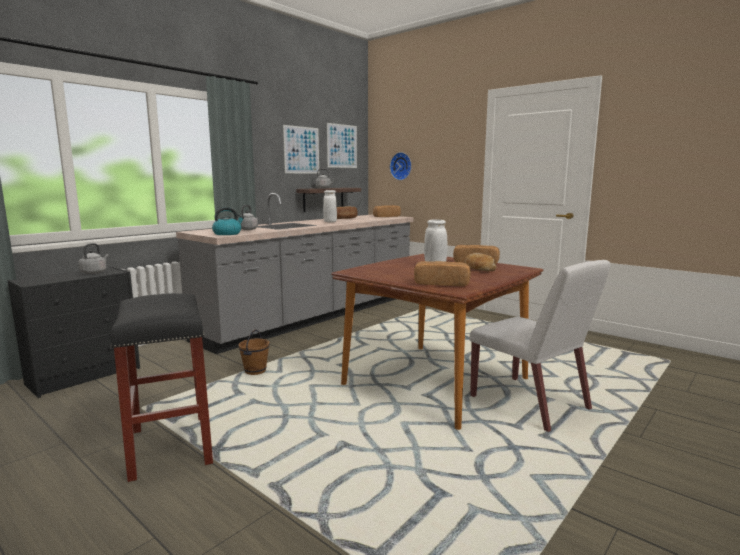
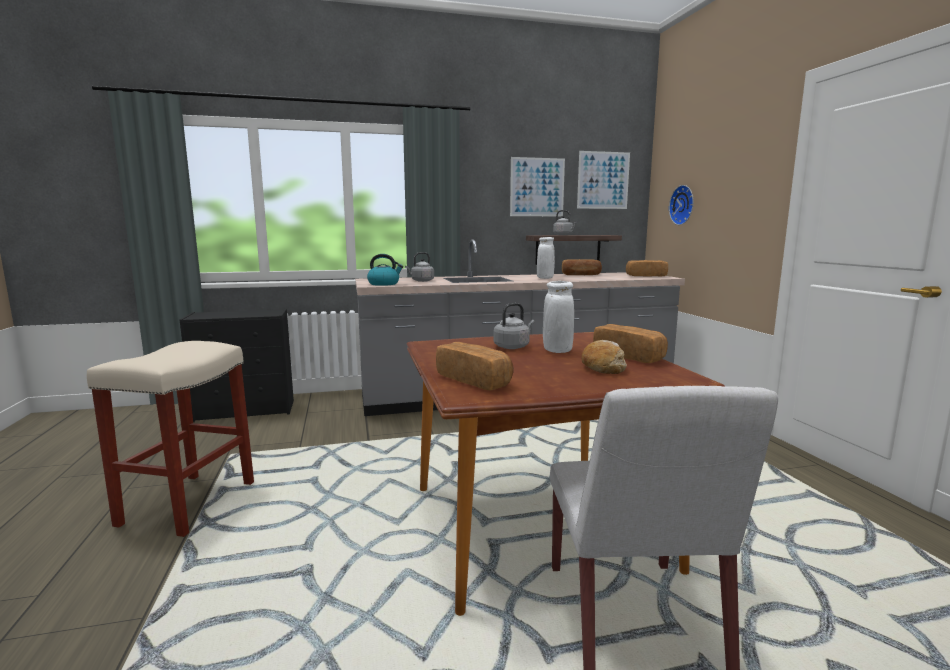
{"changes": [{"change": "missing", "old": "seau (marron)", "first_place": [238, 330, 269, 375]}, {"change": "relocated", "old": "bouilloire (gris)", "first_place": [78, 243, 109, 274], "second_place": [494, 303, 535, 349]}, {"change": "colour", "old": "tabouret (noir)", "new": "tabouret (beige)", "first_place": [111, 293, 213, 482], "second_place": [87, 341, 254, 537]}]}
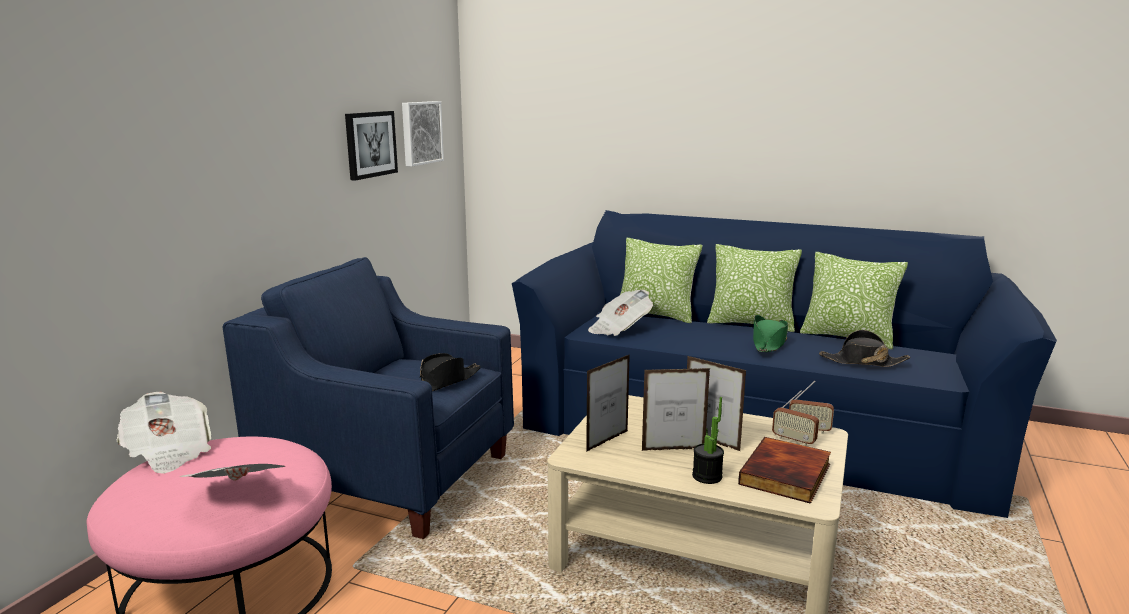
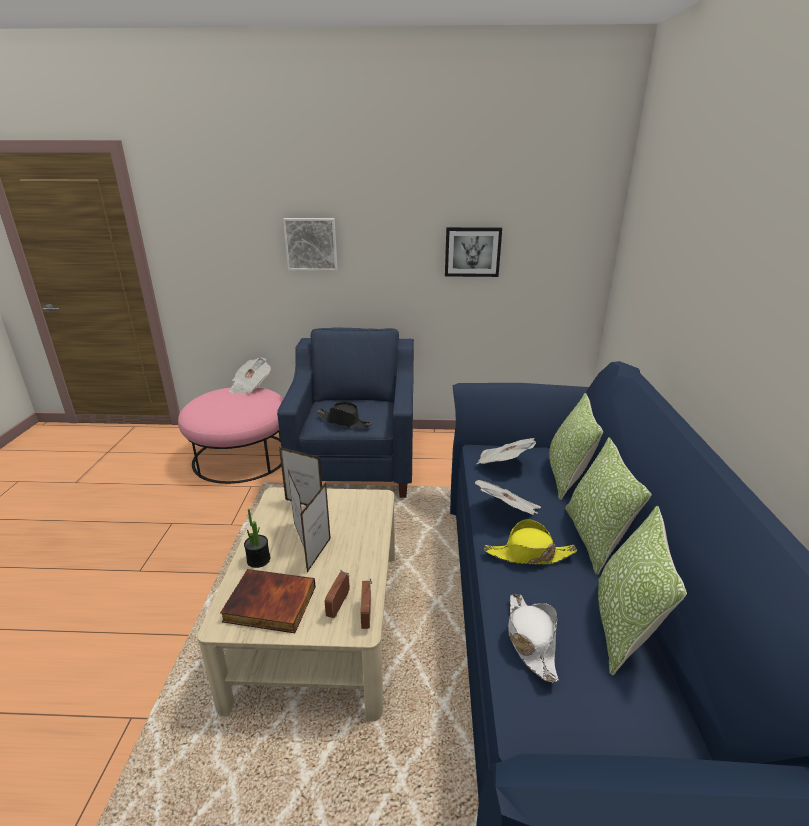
{"changes": [{"change": "relocated", "old": "journal", "first_place": [180, 464, 286, 481], "second_place": [475, 480, 541, 515]}, {"change": "relocated", "old": "tableau", "first_place": [402, 101, 444, 167], "second_place": [283, 218, 338, 271]}, {"change": "colour", "old": "chapeau (vert)", "new": "chapeau (jaune)", "first_place": [753, 315, 788, 352], "second_place": [484, 519, 577, 564]}, {"change": "colour", "old": "chapeau (noir)", "new": "chapeau (blanc)", "first_place": [819, 330, 910, 367], "second_place": [508, 594, 559, 682]}]}
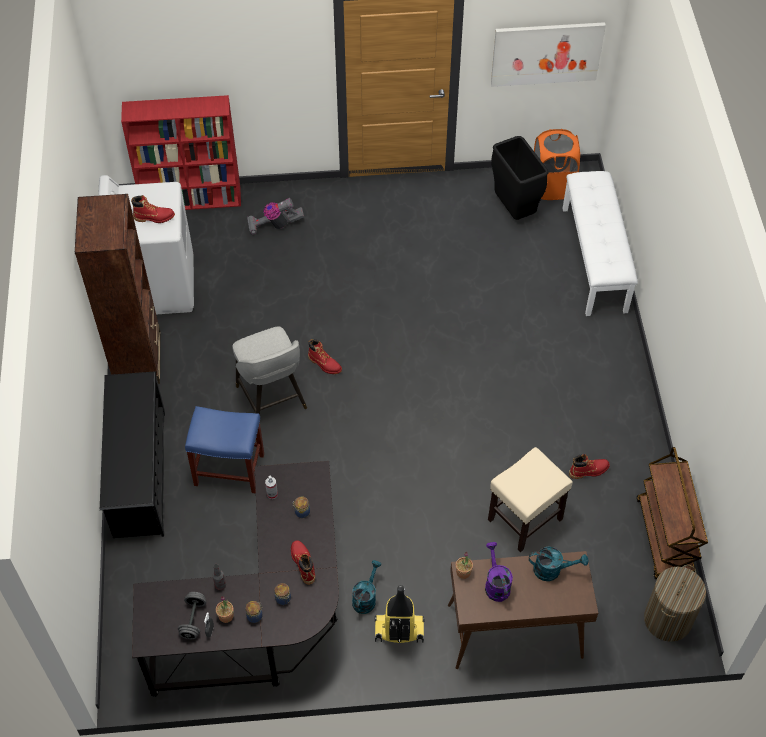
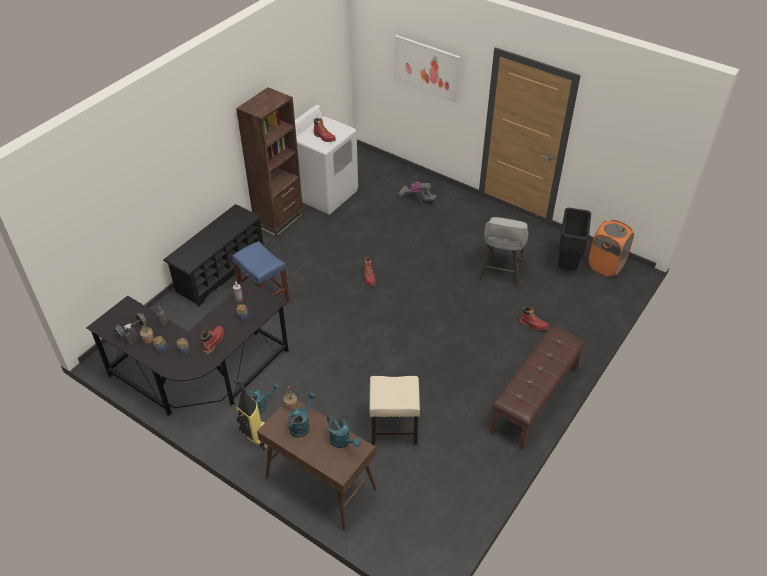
{"changes": [{"change": "missing", "old": "bibliothèque (rouge)", "first_place": [121, 95, 241, 210]}, {"change": "missing", "old": "banc (blanc)", "first_place": [563, 171, 638, 316]}, {"change": "missing", "old": "chariot (marron)", "first_place": [637, 447, 708, 579]}, {"change": "missing", "old": "panier à linge", "first_place": [644, 565, 706, 642]}, {"change": "appeared", "new": "banc (marron)", "second_place": [490, 326, 586, 450]}, {"change": "relocated", "old": "tabouret (gris)", "first_place": [232, 327, 307, 415], "second_place": [479, 217, 528, 287]}, {"change": "relocated", "old": "tableau", "first_place": [491, 22, 606, 87], "second_place": [394, 35, 461, 103]}, {"change": "relocated", "old": "botte (rouge)", "first_place": [569, 454, 610, 479], "second_place": [519, 306, 549, 331]}, {"change": "colour", "old": "arrosoir (violet)", "new": "arrosoir (turquoise)", "first_place": [485, 542, 513, 602], "second_place": [288, 393, 316, 438]}]}
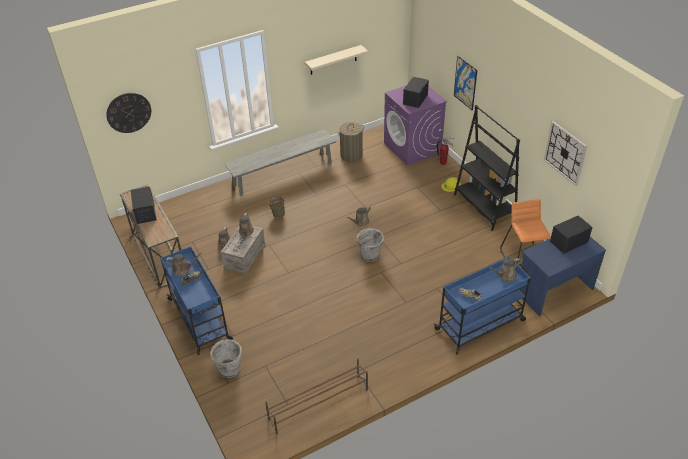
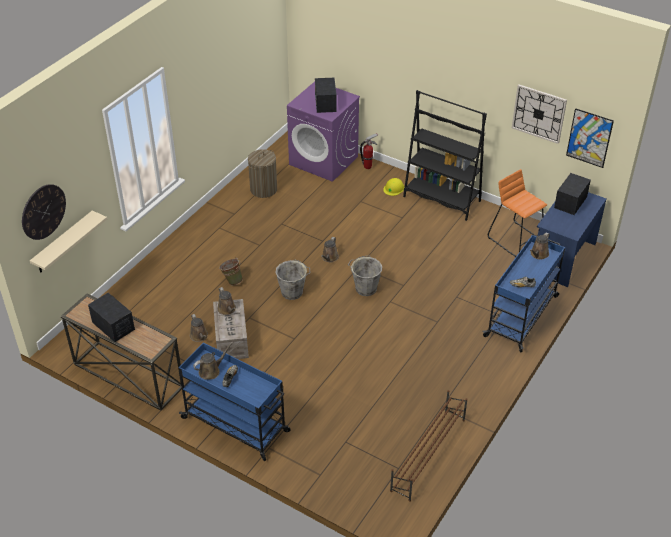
{"changes": [{"change": "missing", "old": "banc (gris)", "first_place": [224, 129, 336, 196]}, {"change": "relocated", "old": "seau (gris)", "first_place": [210, 339, 244, 378], "second_place": [276, 260, 311, 300]}, {"change": "relocated", "old": "étagère (beige)", "first_place": [305, 45, 368, 75], "second_place": [30, 210, 107, 273]}, {"change": "relocated", "old": "tableau", "first_place": [454, 56, 477, 110], "second_place": [566, 108, 614, 168]}]}
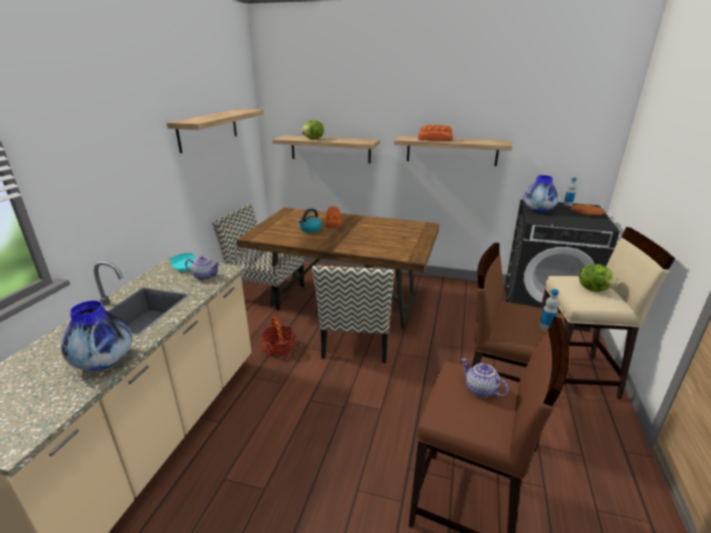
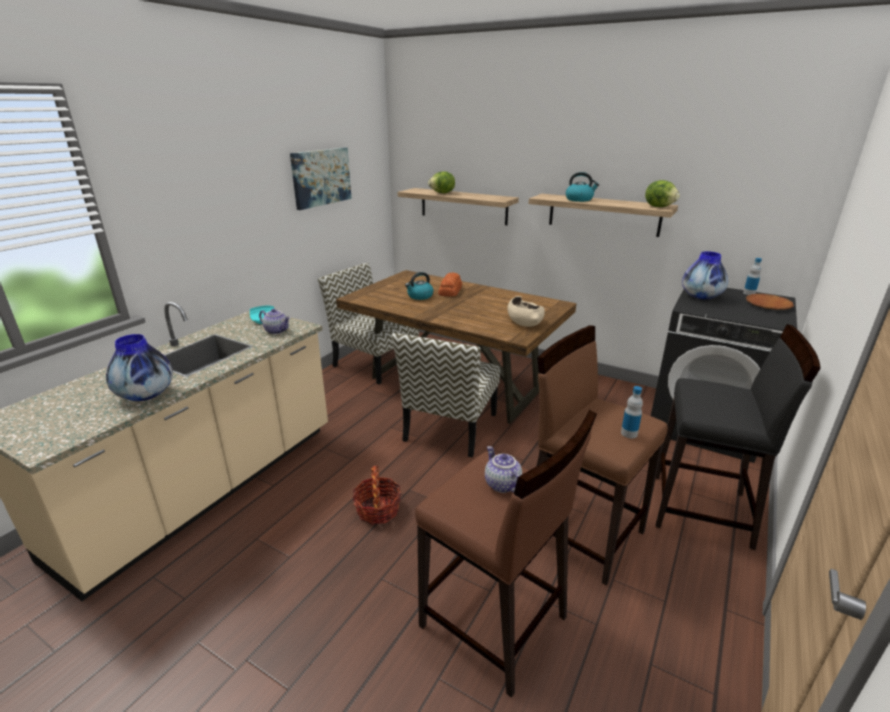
{"changes": [{"change": "appeared", "new": "bol (beige)", "second_place": [507, 296, 545, 327]}, {"change": "relocated", "old": "panier", "first_place": [260, 316, 295, 357], "second_place": [353, 465, 401, 524]}, {"change": "relocated", "old": "laitue", "first_place": [579, 264, 619, 292], "second_place": [645, 180, 680, 207]}, {"change": "exchanged", "old": "étagère", "new": "tableau", "first_place": [167, 109, 264, 153], "second_place": [290, 148, 352, 210]}, {"change": "exchanged", "old": "pain", "new": "bouilloire", "first_place": [418, 125, 453, 141], "second_place": [566, 172, 599, 202]}, {"change": "colour", "old": "tabouret (beige)", "new": "tabouret (noir)", "first_place": [541, 227, 675, 400], "second_place": [656, 324, 821, 550]}]}
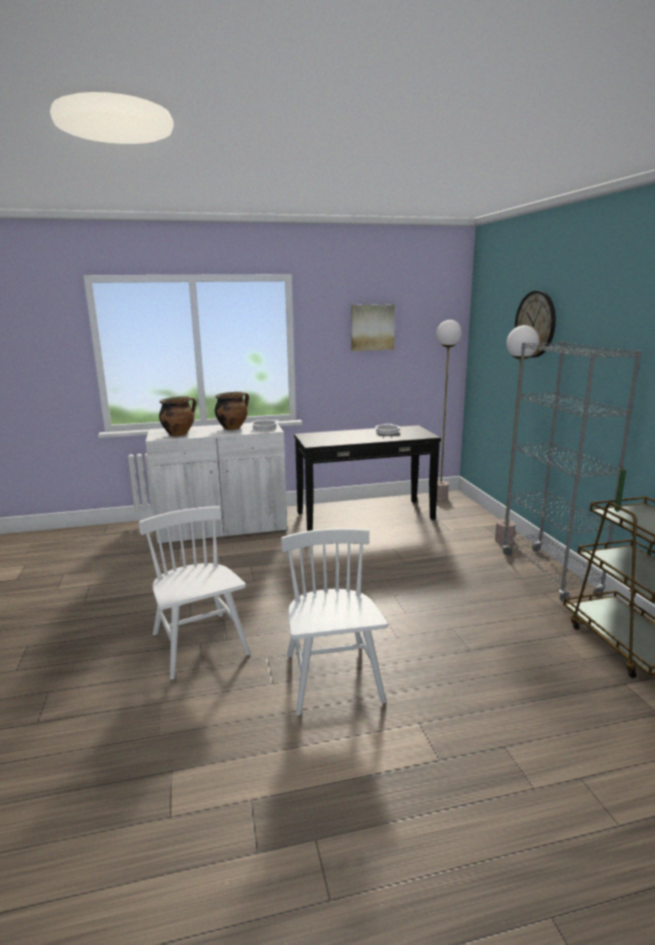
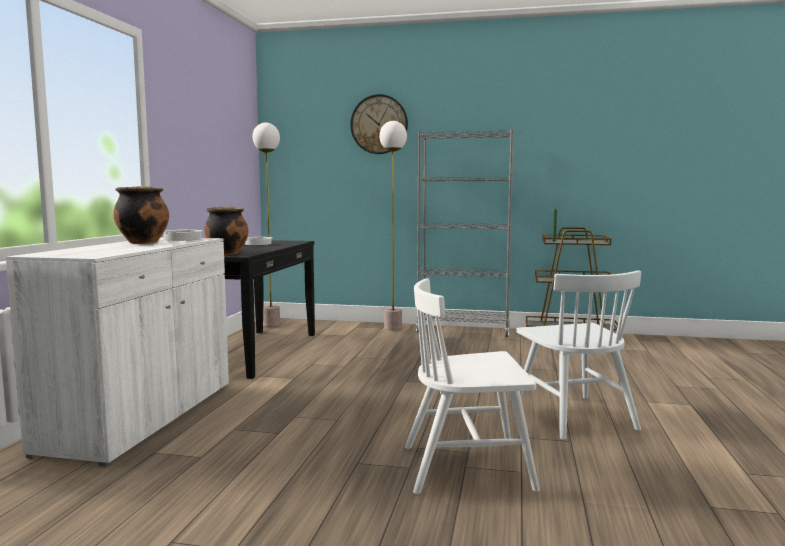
{"changes": [{"change": "missing", "old": "tableau", "first_place": [351, 304, 395, 351]}, {"change": "relocated", "old": "marmite", "first_place": [159, 397, 196, 436], "second_place": [204, 206, 248, 255]}, {"change": "spun", "old": "chaise (blanc)", "first_place": [281, 528, 388, 716], "second_place": [516, 270, 641, 440], "degrees": -120}]}
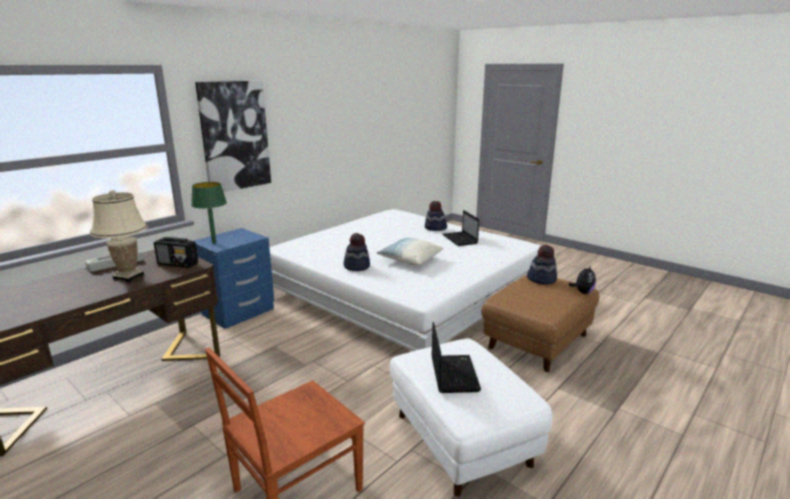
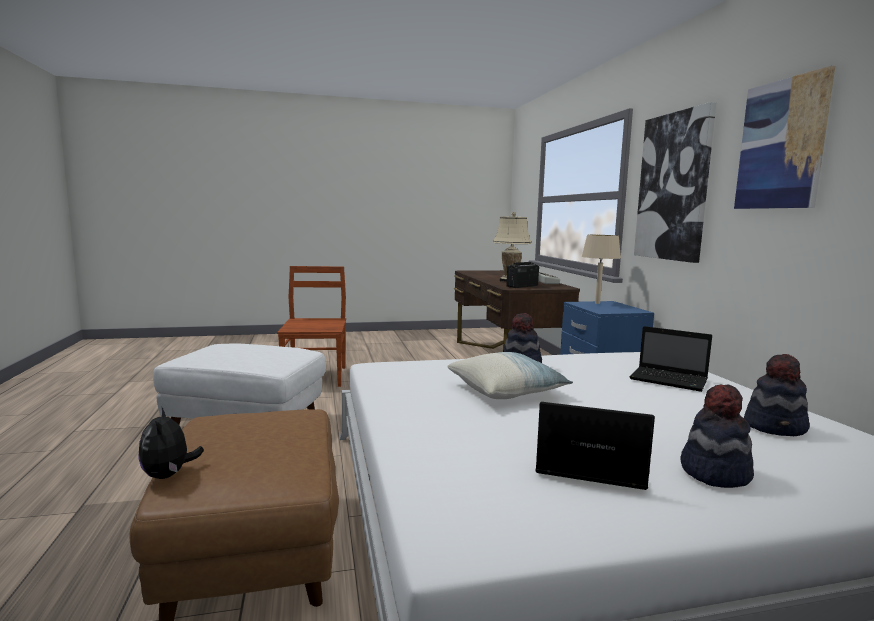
{"changes": [{"change": "appeared", "new": "tableau", "second_place": [734, 66, 835, 209]}, {"change": "relocated", "old": "ordinateur portable", "first_place": [432, 322, 481, 393], "second_place": [630, 326, 712, 392]}, {"change": "relocated", "old": "chapeau", "first_place": [527, 245, 557, 285], "second_place": [744, 354, 810, 436]}, {"change": "colour", "old": "lampe de table (vert)", "new": "lampe de table (beige)", "first_place": [191, 182, 227, 244], "second_place": [582, 235, 621, 304]}]}
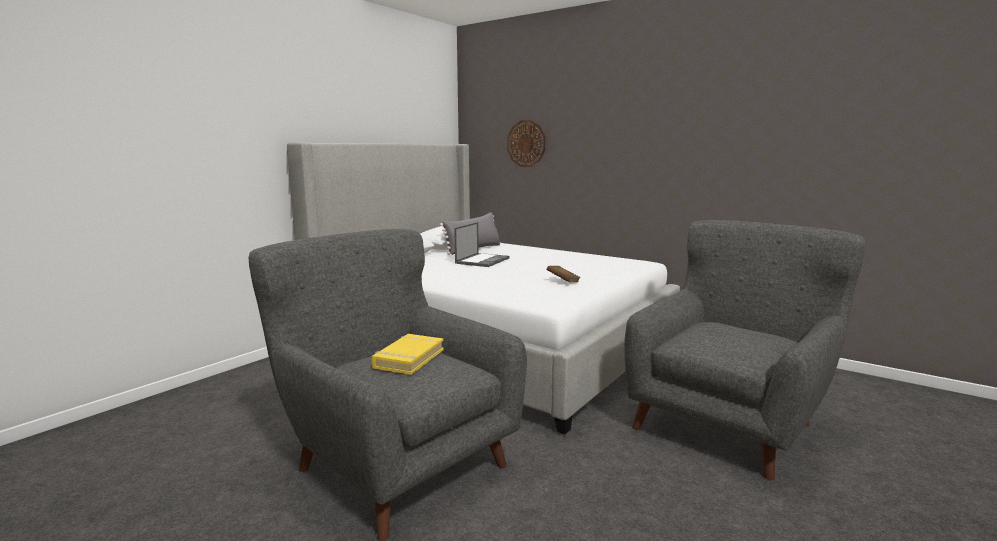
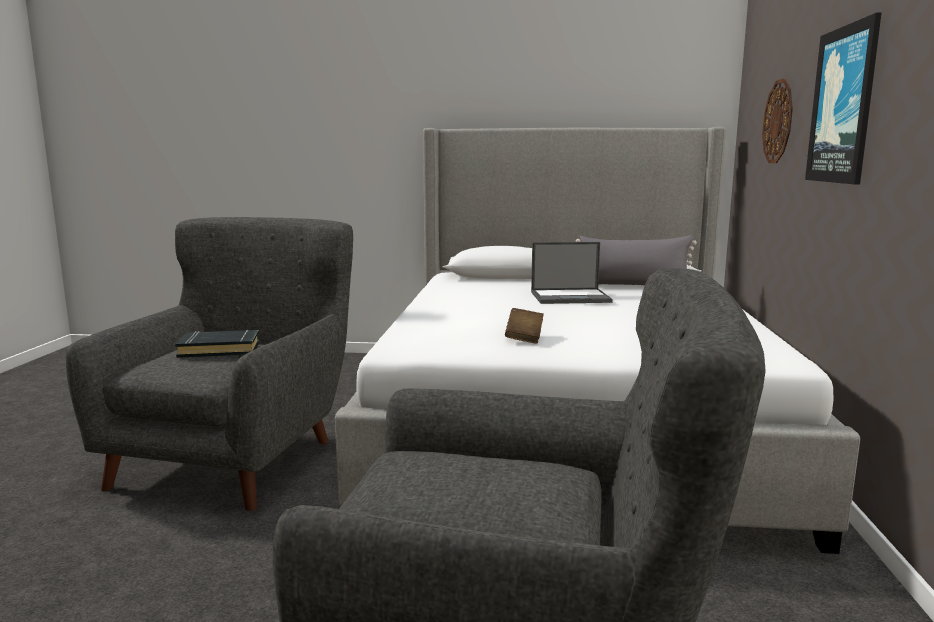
{"changes": [{"change": "appeared", "new": "tableau", "second_place": [805, 13, 882, 185]}, {"change": "colour", "old": "livre (jaune)", "new": "livre (noir)", "first_place": [372, 334, 444, 375], "second_place": [175, 329, 260, 358]}]}
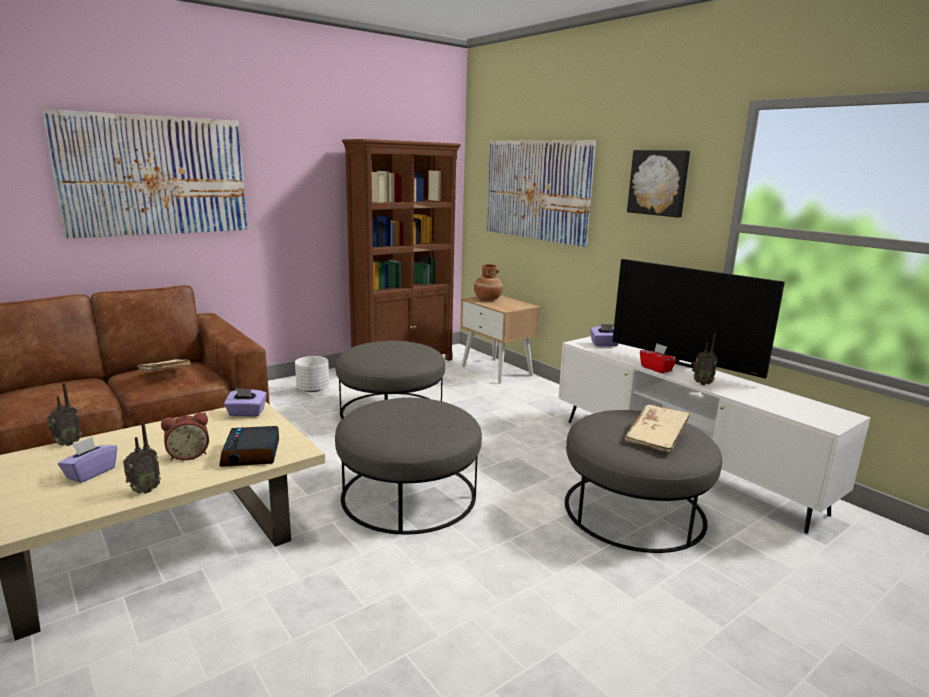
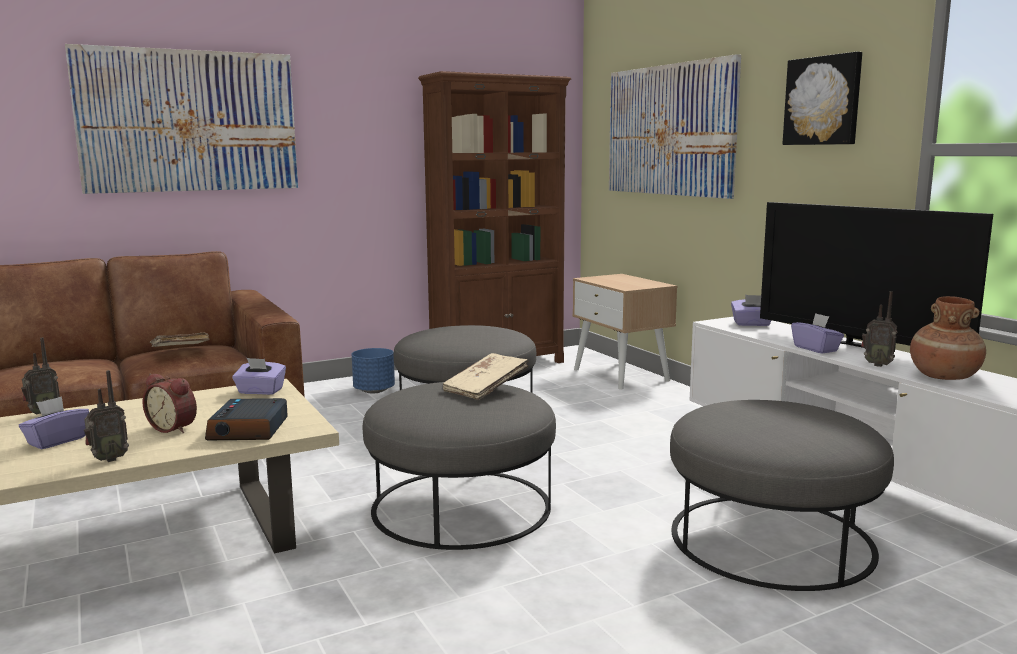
{"changes": [{"change": "relocated", "old": "vase (marron)", "first_place": [474, 264, 503, 300], "second_place": [910, 296, 986, 380]}, {"change": "relocated", "old": "livre (beige)", "first_place": [624, 405, 690, 453], "second_place": [443, 353, 528, 400]}, {"change": "colour", "old": "cache-pot (blanc)", "new": "cache-pot (bleu)", "first_place": [295, 356, 329, 392], "second_place": [352, 348, 395, 393]}, {"change": "colour", "old": "boîte à mouchoirs (rouge)", "new": "boîte à mouchoirs (violet)", "first_place": [640, 344, 677, 373], "second_place": [791, 313, 844, 354]}, {"change": "spun", "old": "réveil", "first_place": [161, 413, 209, 460], "second_place": [143, 374, 197, 433], "degrees": 45}]}
